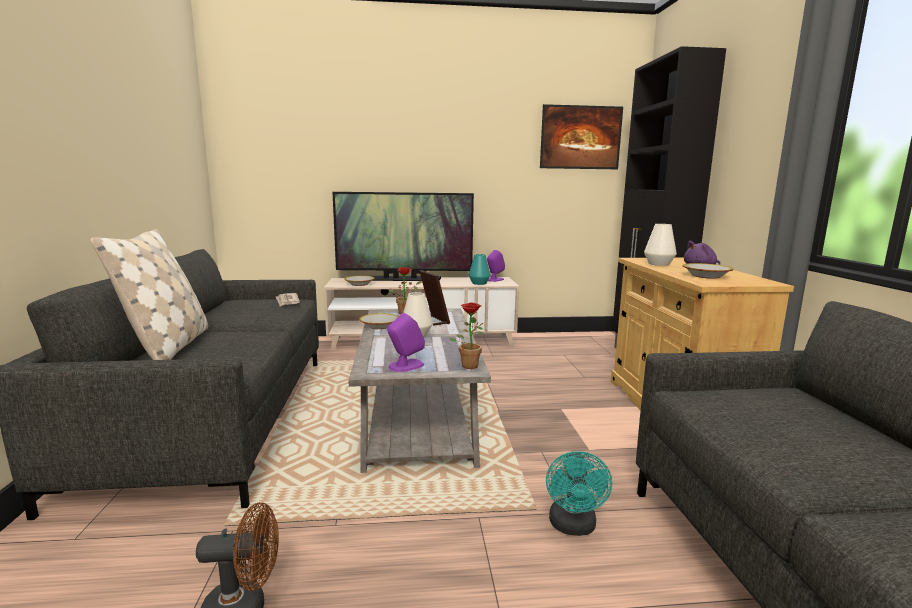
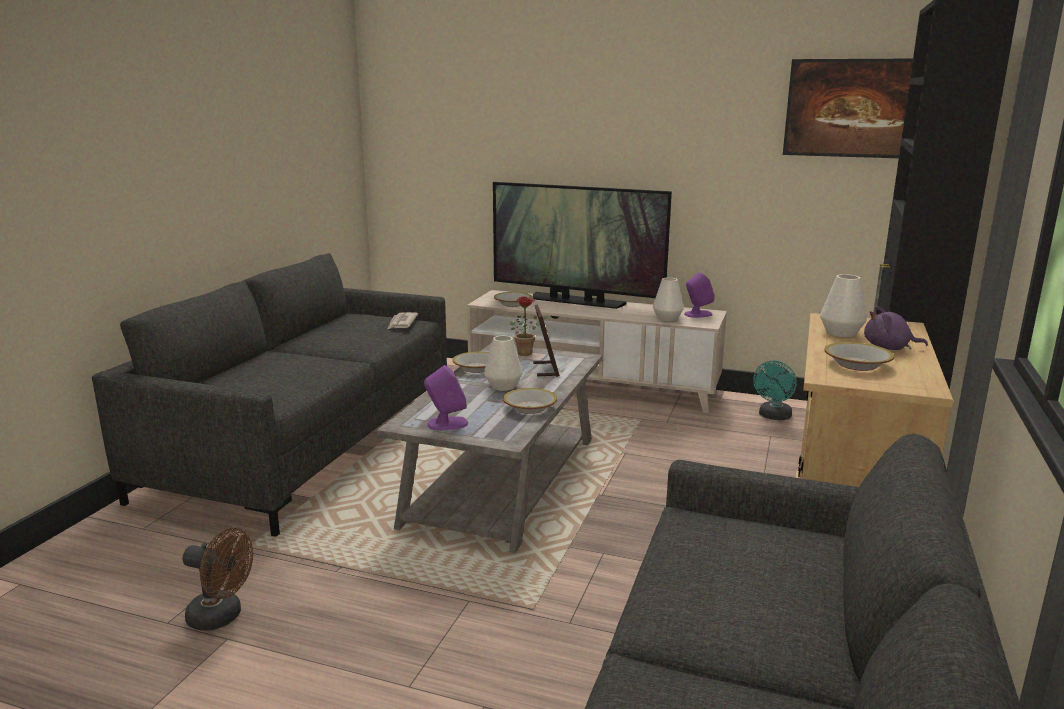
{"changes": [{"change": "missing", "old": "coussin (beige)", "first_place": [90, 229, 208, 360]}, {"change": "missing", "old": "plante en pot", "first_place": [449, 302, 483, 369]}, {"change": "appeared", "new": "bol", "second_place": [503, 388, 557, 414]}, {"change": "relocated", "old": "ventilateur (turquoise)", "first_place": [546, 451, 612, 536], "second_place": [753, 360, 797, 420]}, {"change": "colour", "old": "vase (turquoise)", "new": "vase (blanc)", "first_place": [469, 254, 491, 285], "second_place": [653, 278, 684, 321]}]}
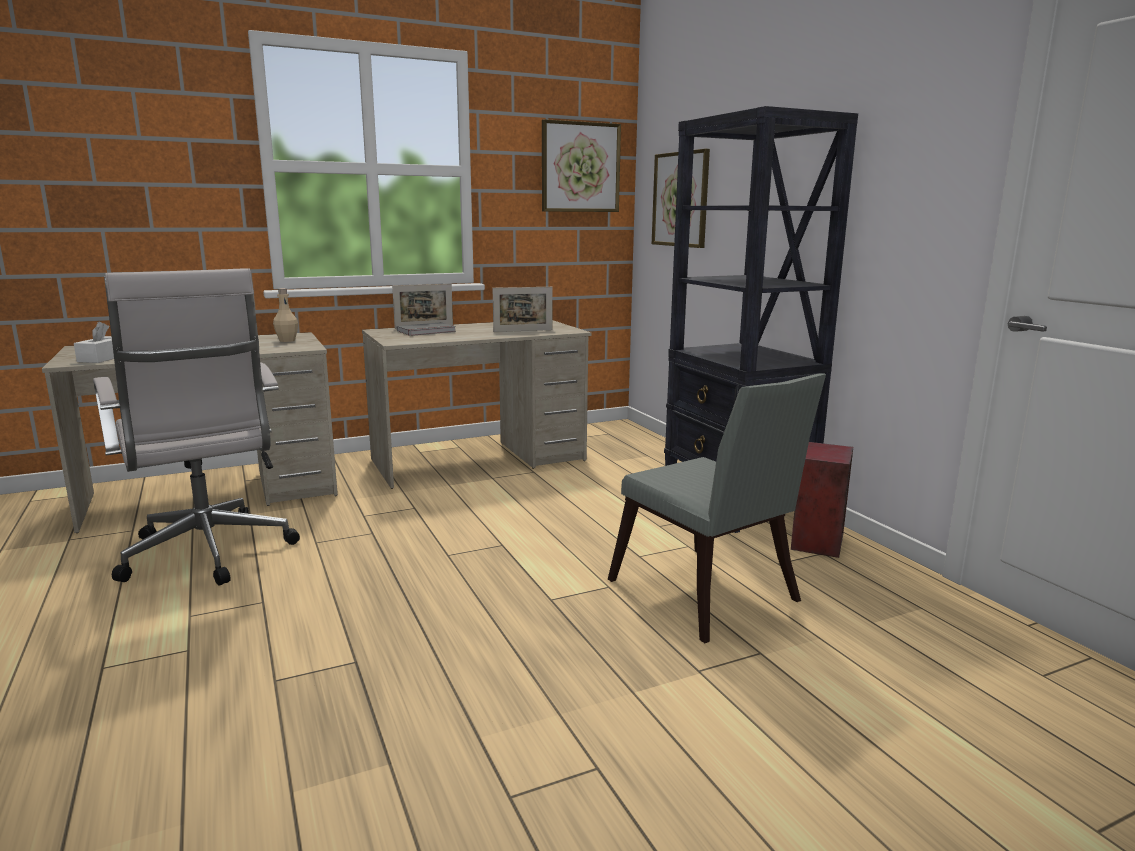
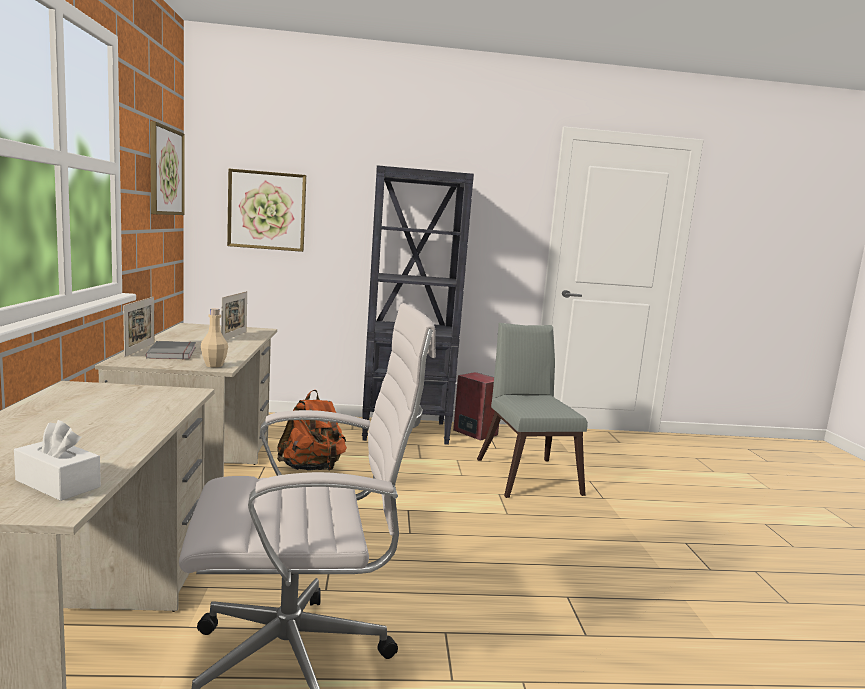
{"changes": [{"change": "appeared", "new": "sac à dos (orange)", "second_place": [277, 390, 347, 471]}, {"change": "relocated", "old": "bouteille (beige)", "first_place": [273, 288, 298, 342], "second_place": [201, 308, 228, 368]}, {"change": "spun", "old": "chaise (gris)", "first_place": [608, 373, 826, 643], "second_place": [477, 323, 588, 498], "degrees": -90}]}
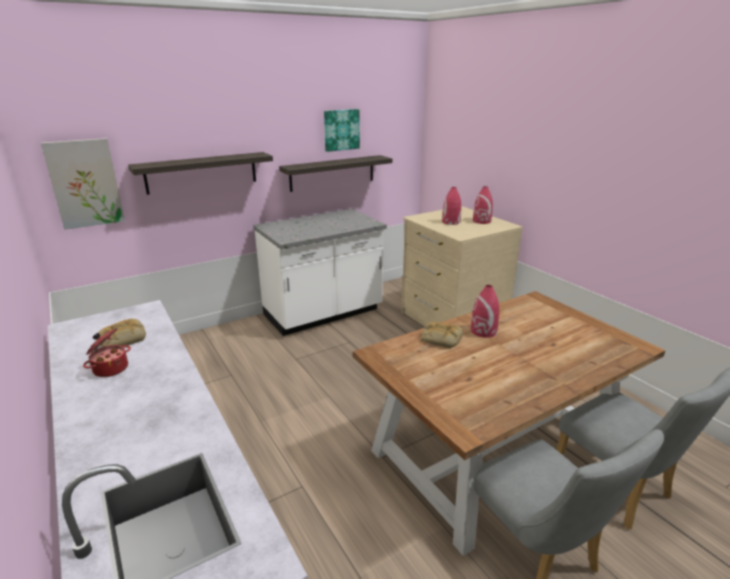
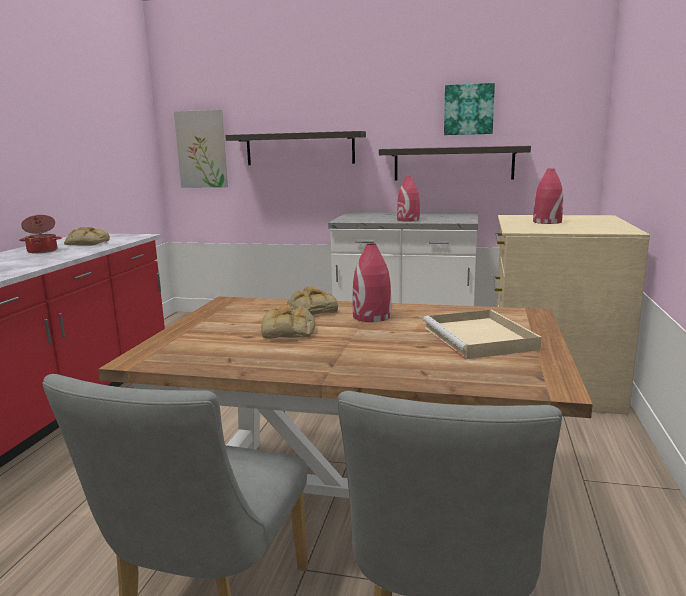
{"changes": [{"change": "appeared", "new": "pain", "second_place": [261, 304, 315, 339]}, {"change": "appeared", "new": "plateau (beige)", "second_place": [423, 310, 542, 359]}, {"change": "relocated", "old": "vase (rouge)", "first_place": [473, 186, 493, 224], "second_place": [397, 176, 420, 222]}]}
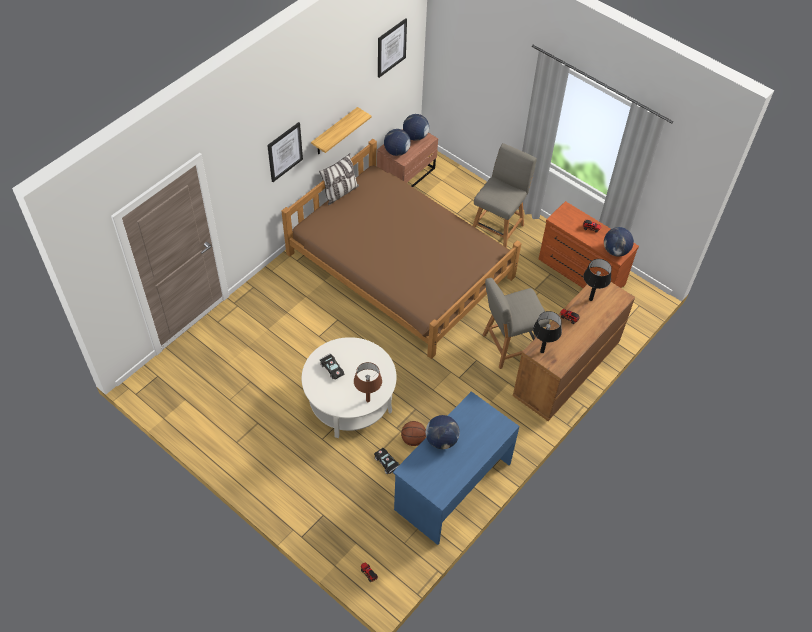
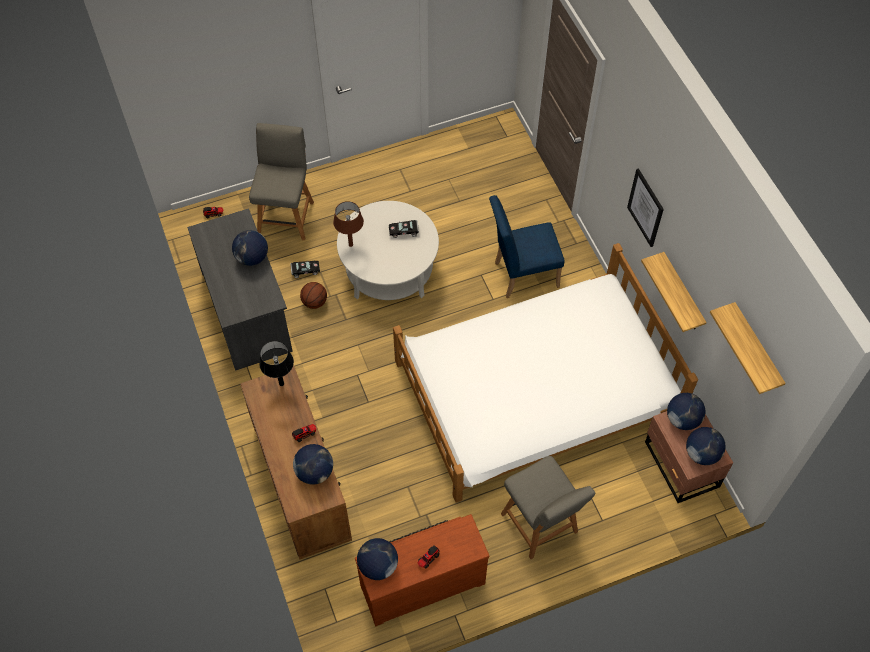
{"changes": [{"change": "missing", "old": "coussin", "first_place": [319, 154, 359, 205]}, {"change": "appeared", "new": "chaise (bleu)", "second_place": [489, 195, 565, 298]}, {"change": "relocated", "old": "chaise (gris)", "first_place": [482, 278, 550, 369], "second_place": [249, 123, 314, 240]}, {"change": "exchanged", "old": "tableau", "new": "étagère", "first_place": [378, 18, 407, 78], "second_place": [710, 302, 786, 394]}, {"change": "exchanged", "old": "lampe de table (noir)", "new": "globe", "first_place": [583, 259, 612, 301], "second_place": [293, 444, 333, 485]}, {"change": "colour", "old": "lit (marron)", "new": "lit (blanc)", "first_place": [282, 139, 521, 359], "second_place": [393, 243, 698, 503]}, {"change": "colour", "old": "bureau (bleu)", "new": "bureau (gris)", "first_place": [393, 391, 520, 545], "second_place": [187, 208, 293, 371]}]}
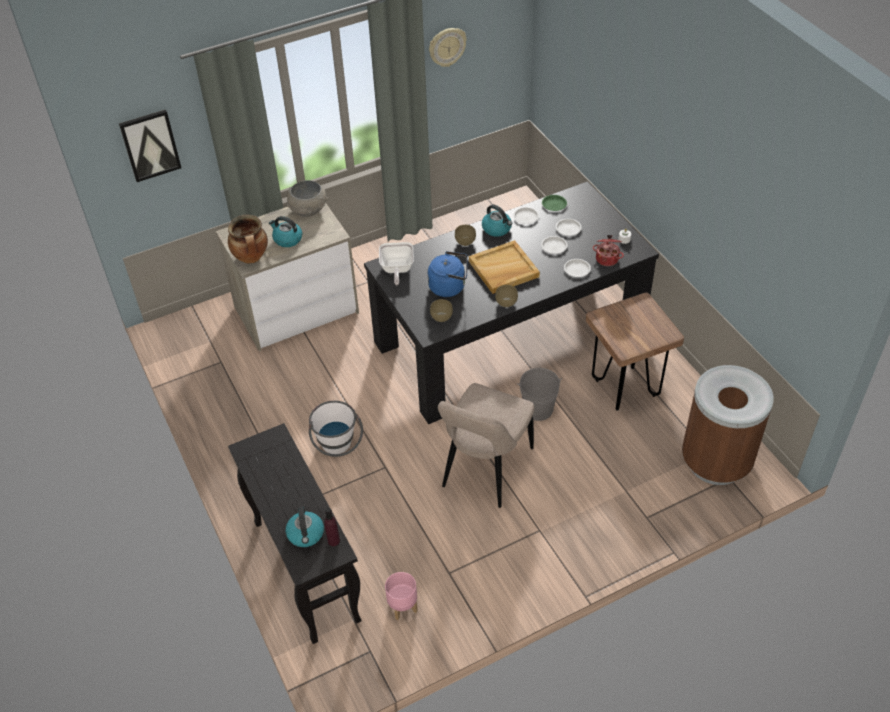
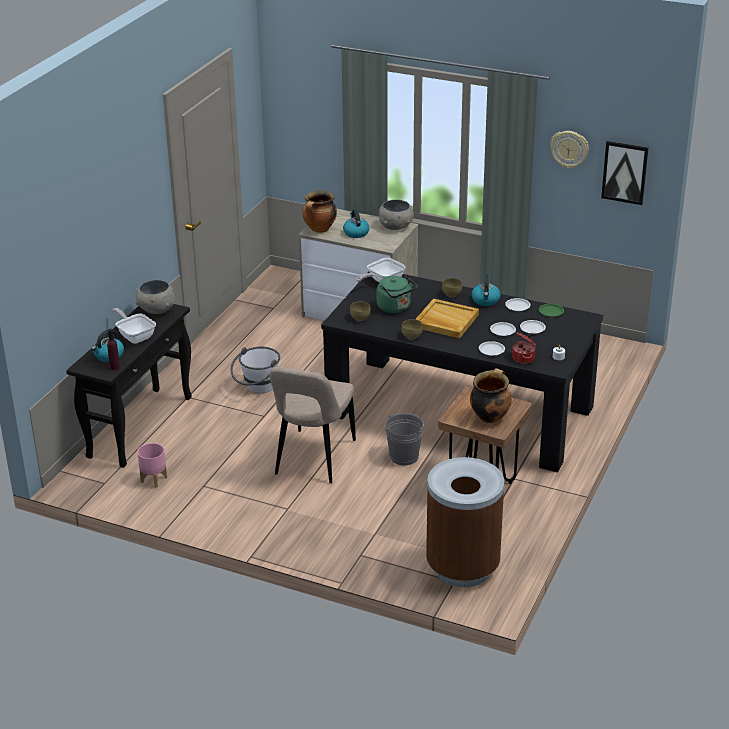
{"changes": [{"change": "appeared", "new": "poêle", "second_place": [113, 308, 156, 344]}, {"change": "appeared", "new": "bol (gris)", "second_place": [135, 280, 175, 314]}, {"change": "appeared", "new": "marmite", "second_place": [470, 368, 512, 423]}, {"change": "relocated", "old": "tableau", "first_place": [119, 110, 181, 182], "second_place": [601, 141, 649, 205]}, {"change": "colour", "old": "bouilloire (bleu)", "new": "bouilloire (vert)", "first_place": [428, 251, 468, 297], "second_place": [377, 276, 417, 313]}, {"change": "spun", "old": "chaise (beige)", "first_place": [438, 383, 535, 508], "second_place": [269, 366, 356, 483], "degrees": -60}]}
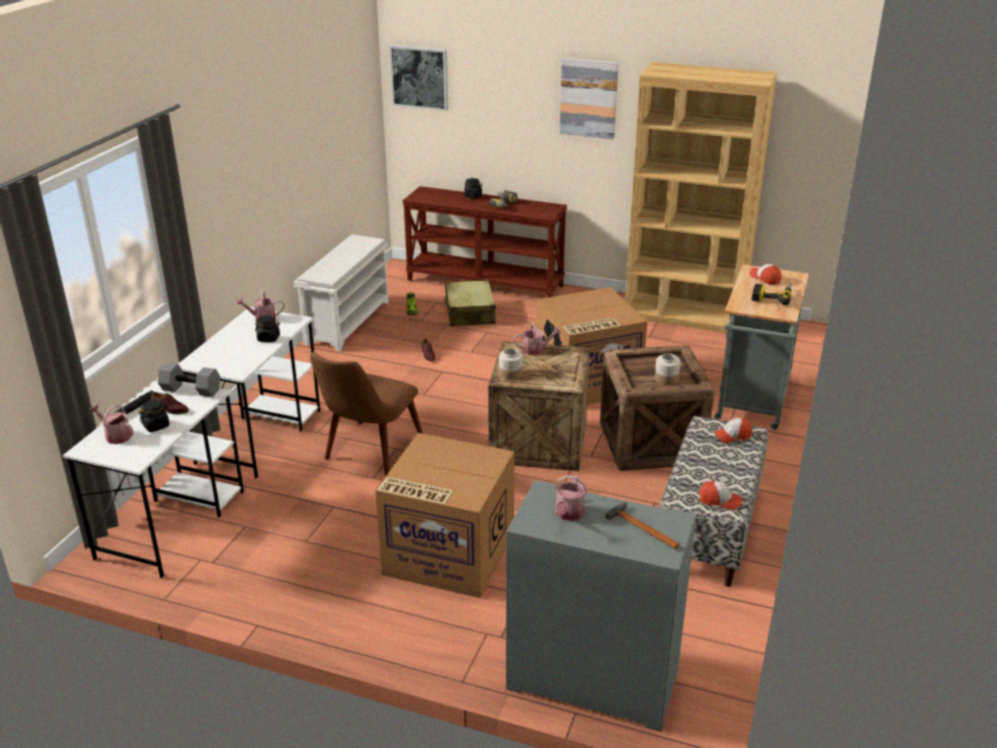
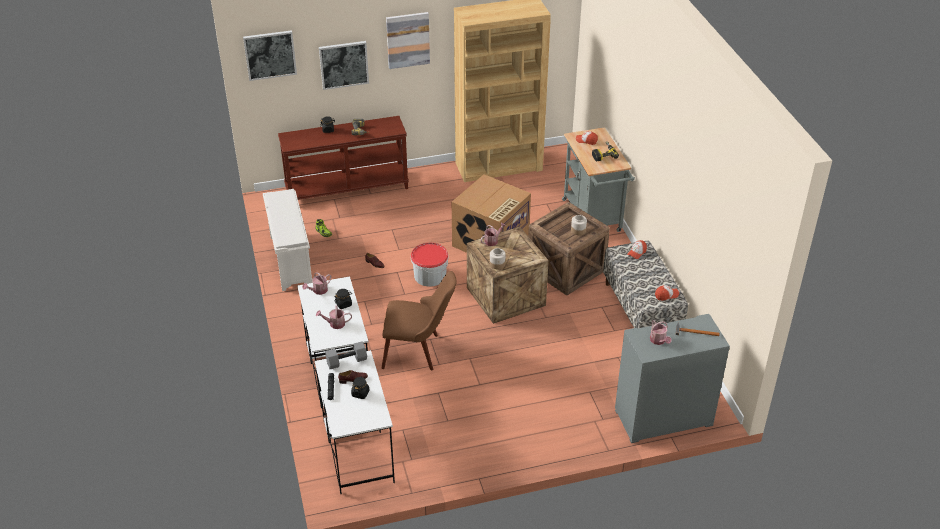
{"changes": [{"change": "missing", "old": "carton", "first_place": [375, 433, 514, 598]}, {"change": "missing", "old": "valise (beige)", "first_place": [445, 280, 496, 326]}, {"change": "appeared", "new": "tableau", "second_place": [319, 41, 369, 90]}, {"change": "appeared", "new": "seau", "second_place": [411, 243, 449, 287]}, {"change": "relocated", "old": "arrosoir", "first_place": [89, 404, 134, 444], "second_place": [316, 305, 352, 329]}, {"change": "spun", "old": "chaise (marron)", "first_place": [310, 352, 423, 476], "second_place": [382, 271, 456, 370], "degrees": -75}]}
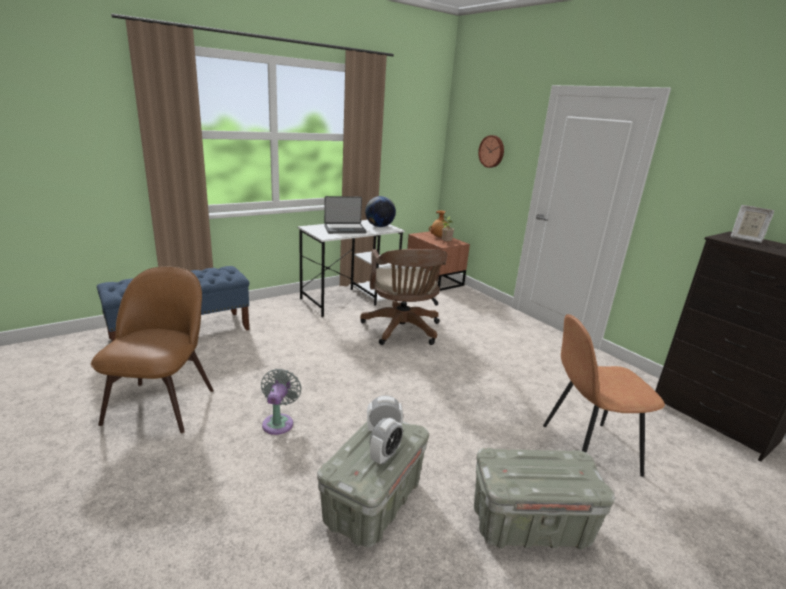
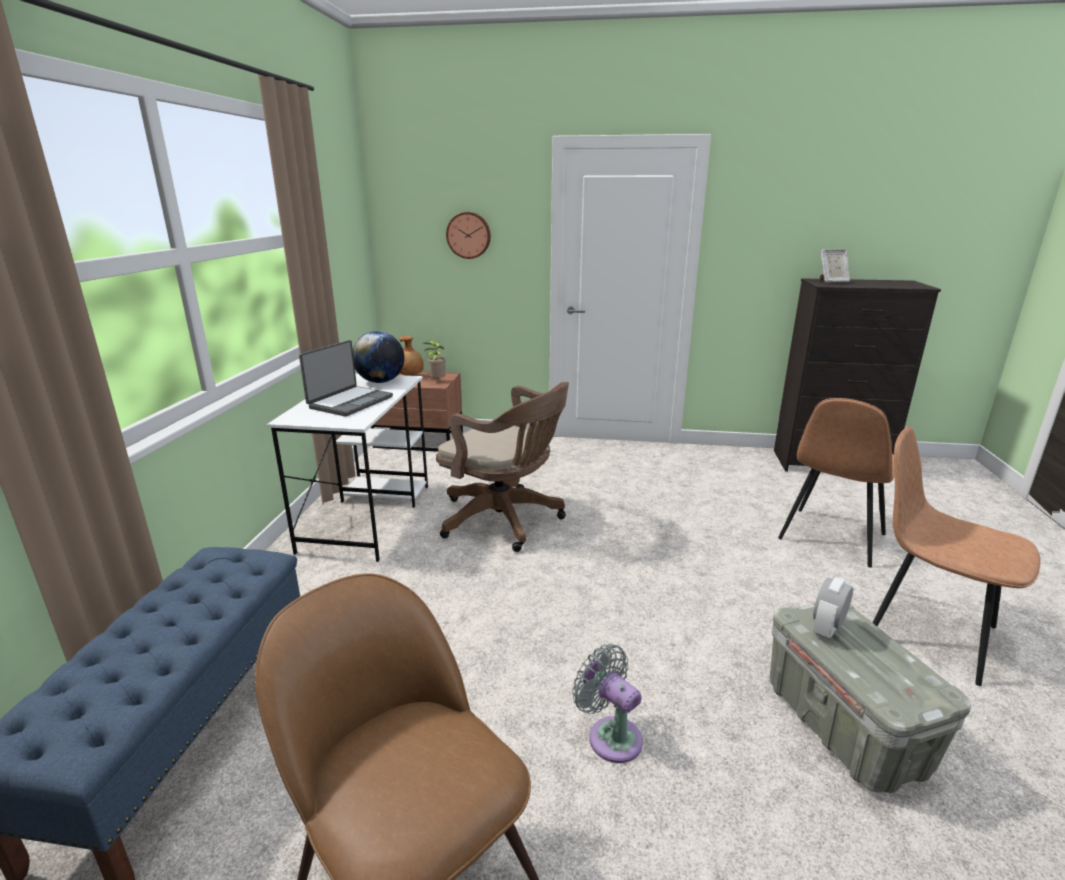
{"changes": [{"change": "missing", "old": "réveil", "first_place": [370, 418, 403, 465]}, {"change": "exchanged", "old": "boîte de rangement (gris)", "new": "chaise (marron)", "first_place": [474, 448, 615, 550], "second_place": [872, 426, 1041, 686]}]}
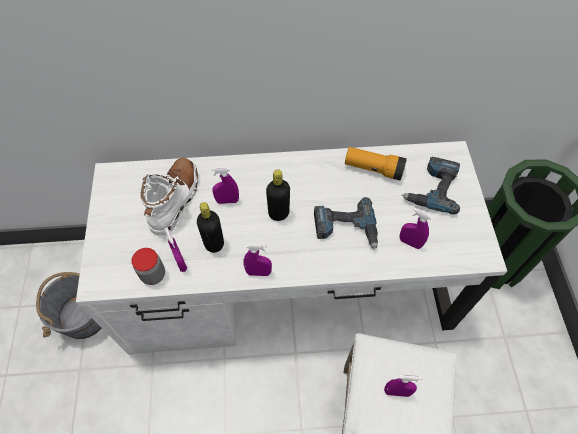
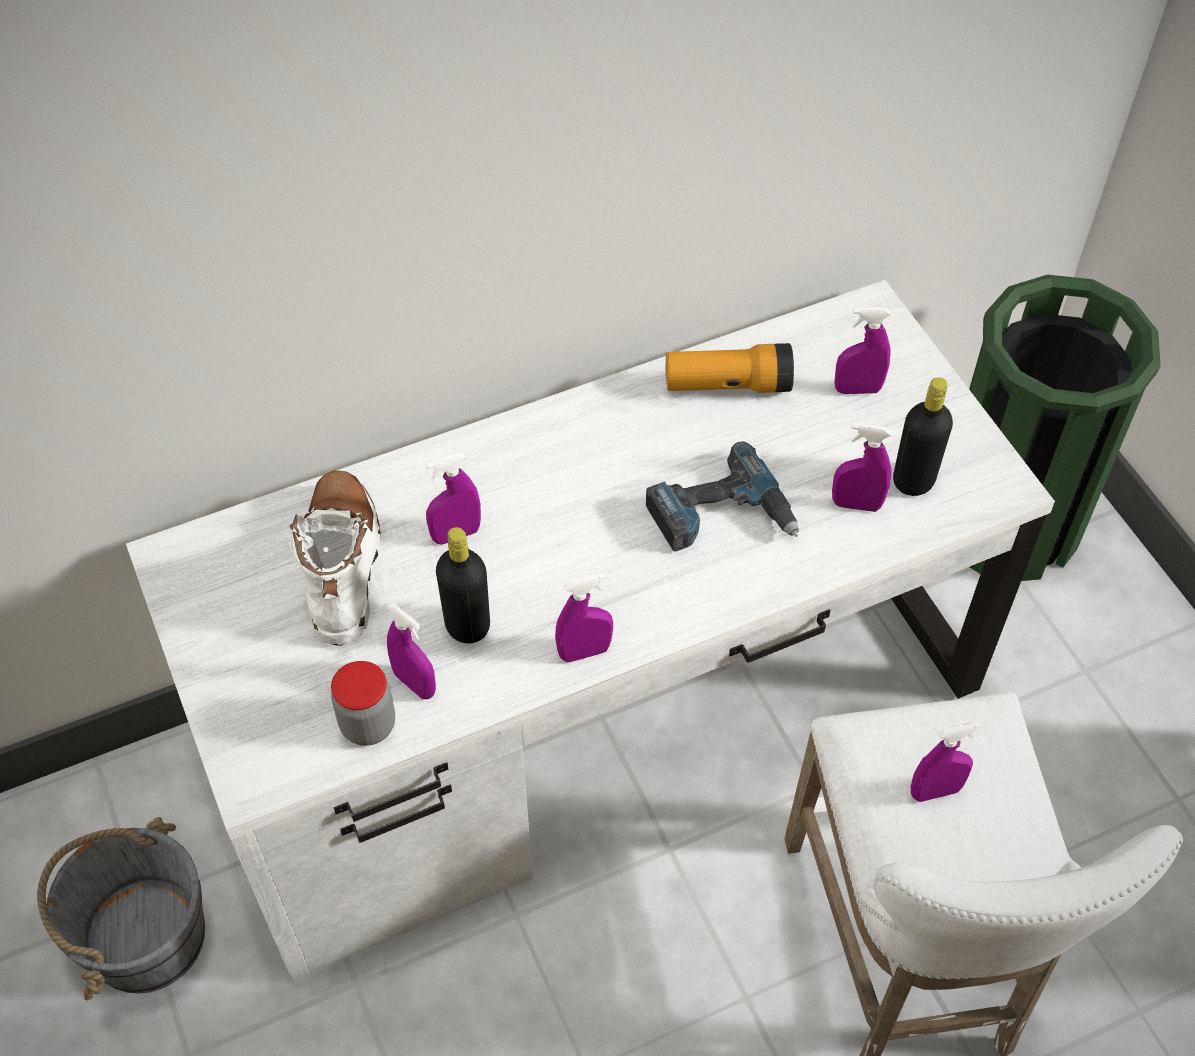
{"changes": [{"change": "relocated", "old": "bouteille (noir)", "first_place": [266, 170, 290, 221], "second_place": [893, 377, 953, 496]}, {"change": "exchanged", "old": "perceuse", "new": "vaporisateur (violet)", "first_place": [402, 157, 460, 215], "second_place": [834, 307, 890, 394]}]}
